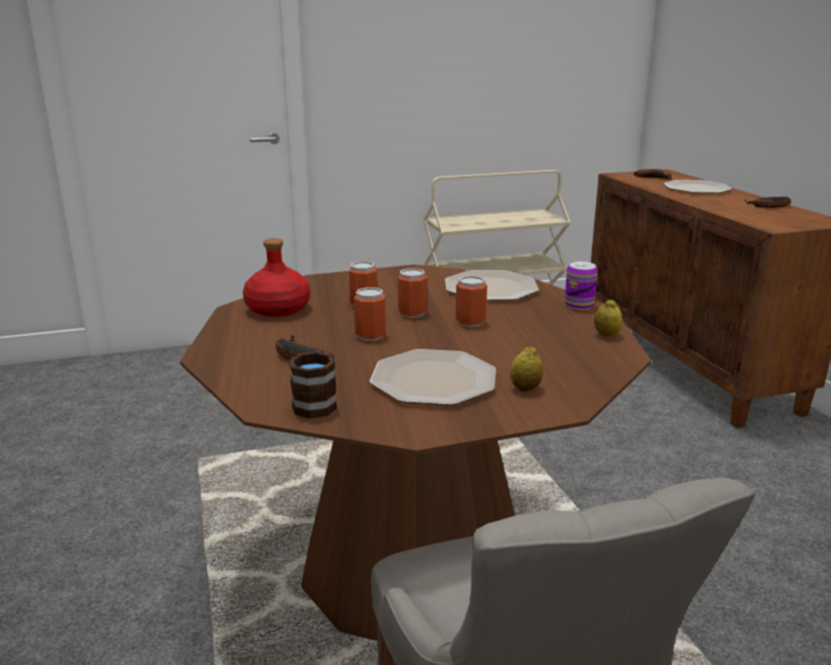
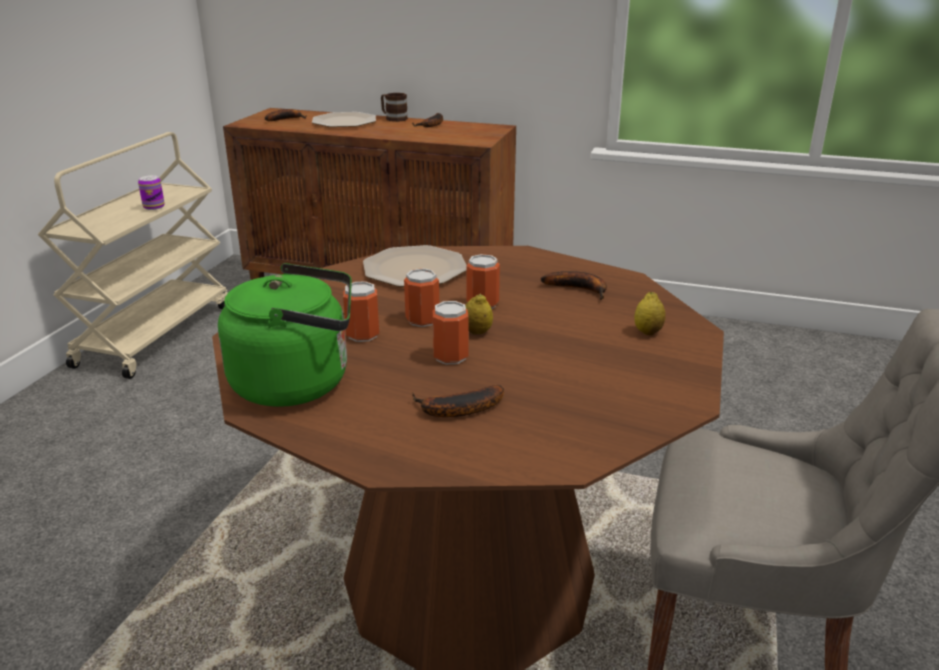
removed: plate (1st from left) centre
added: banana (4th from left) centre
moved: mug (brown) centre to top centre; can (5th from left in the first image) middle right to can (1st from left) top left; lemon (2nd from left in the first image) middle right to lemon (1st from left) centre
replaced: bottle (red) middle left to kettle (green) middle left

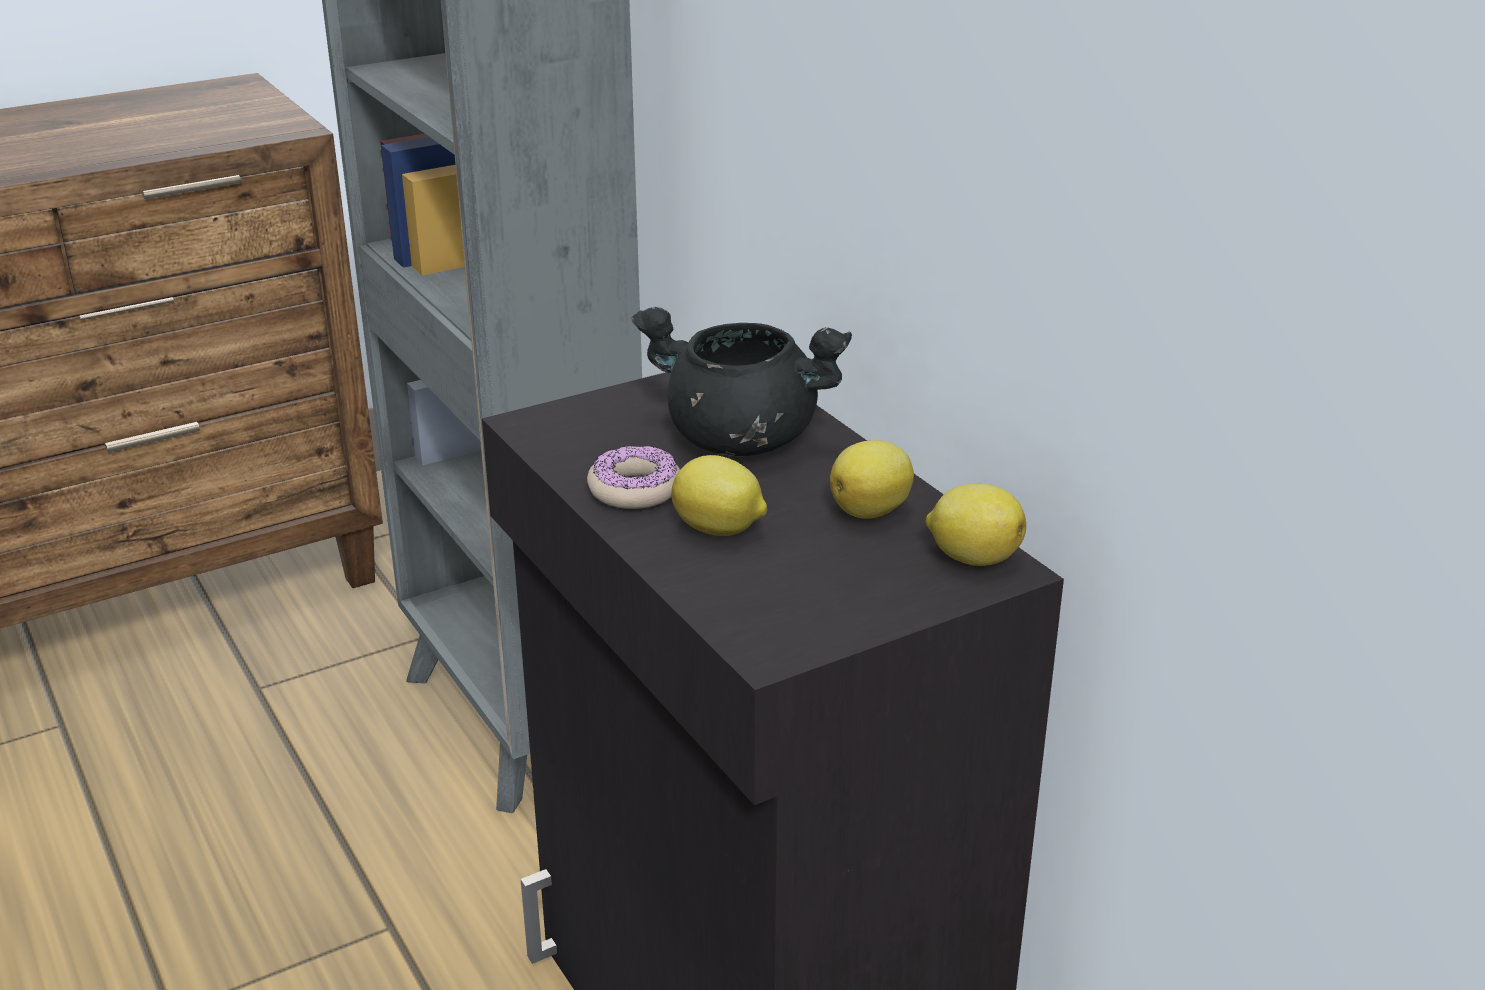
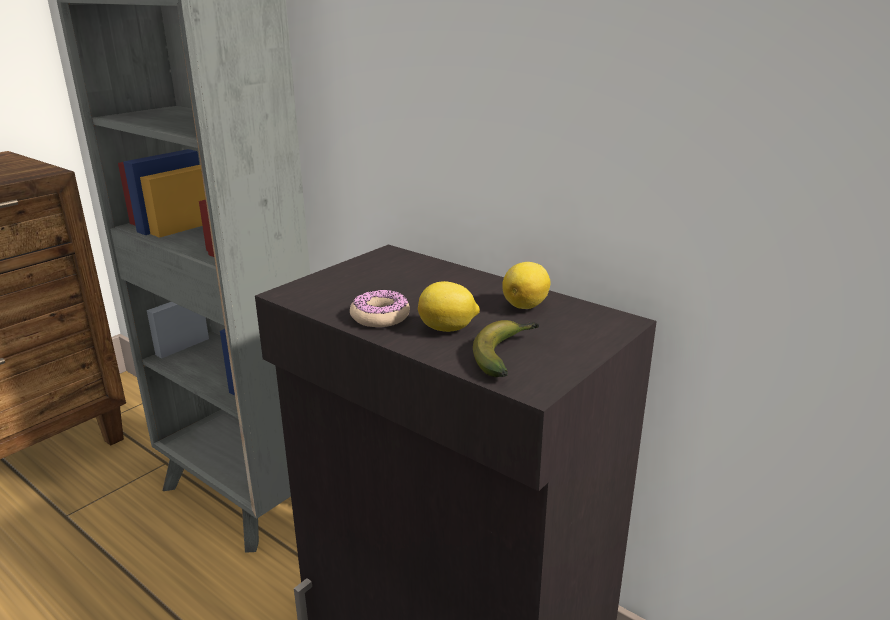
removed: cooking pot (black) centre; lemon (3rd from left) centre
added: banana centre

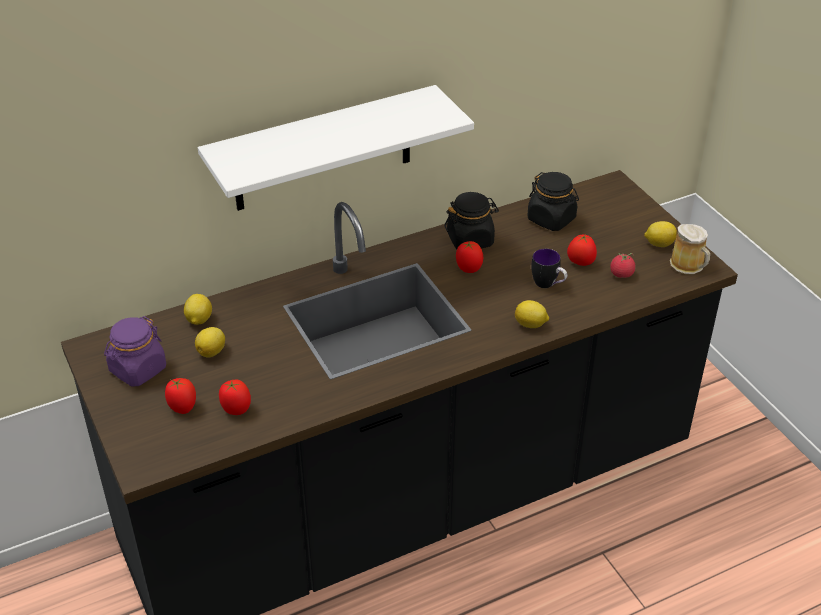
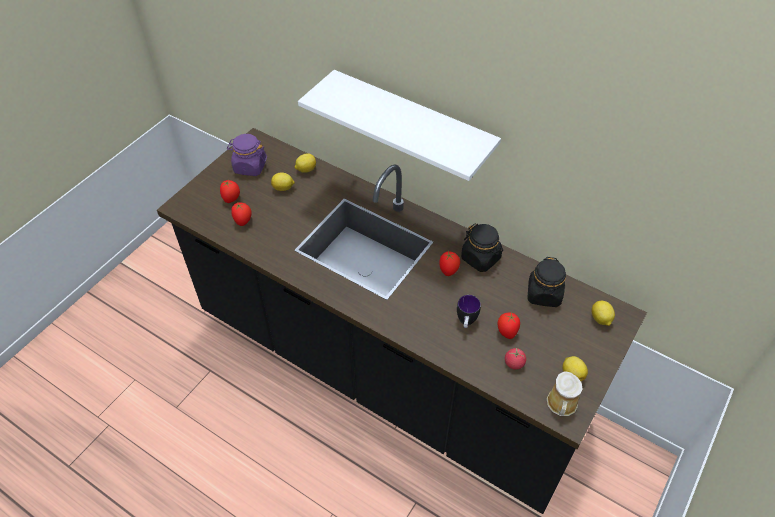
moved: lemon (3rd from left in the first image) centre to lemon (4th from left) middle right

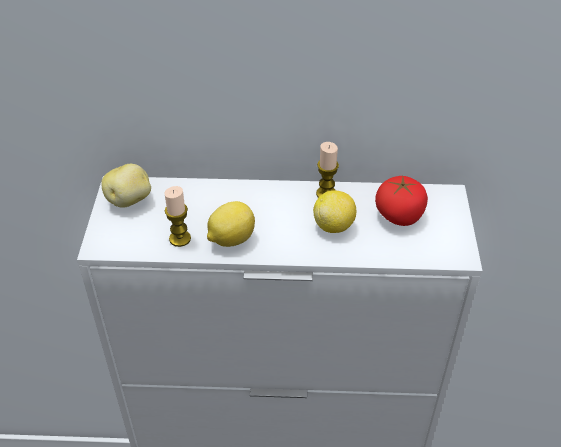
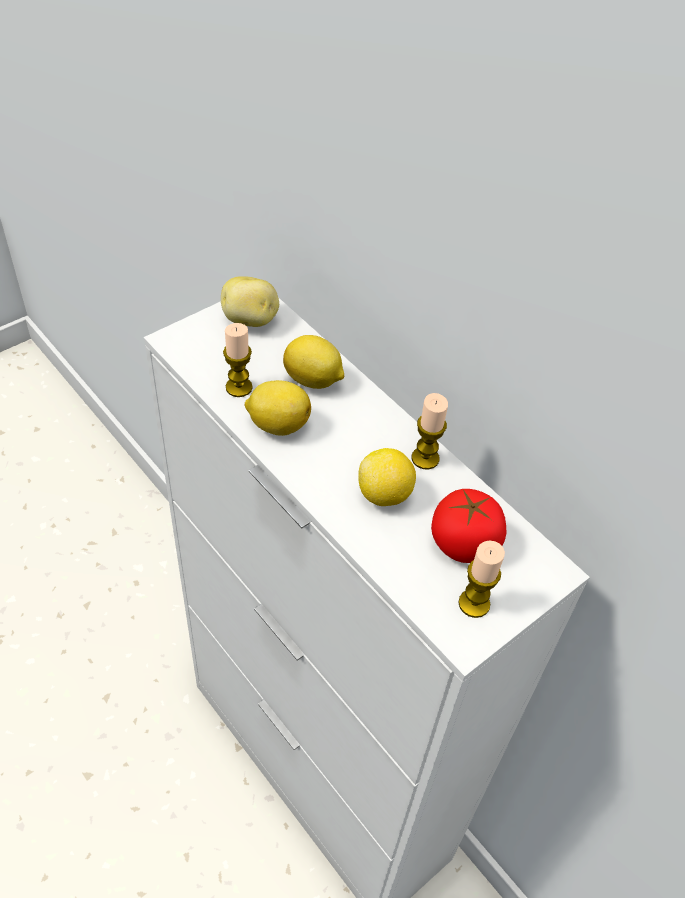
added: lemon (2nd from left) centre; candle (3rd from left) middle right

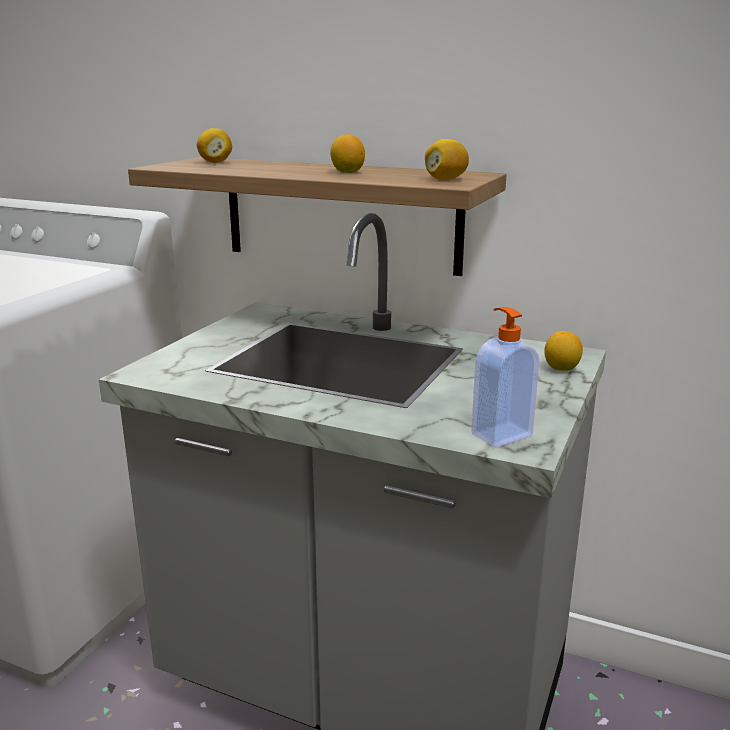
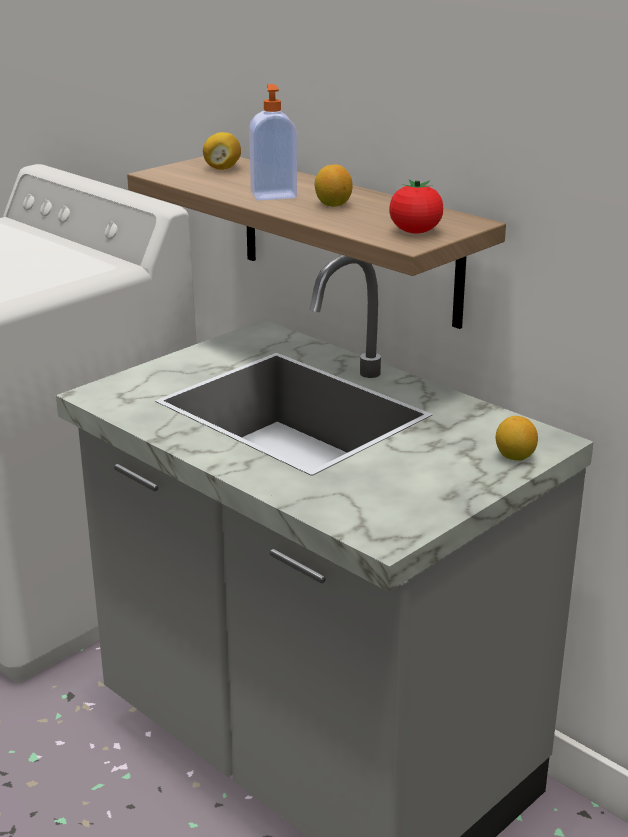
moved: soap dispenser middle right to top centre
replaced: lemon (3rd from left) top centre to tomato top centre

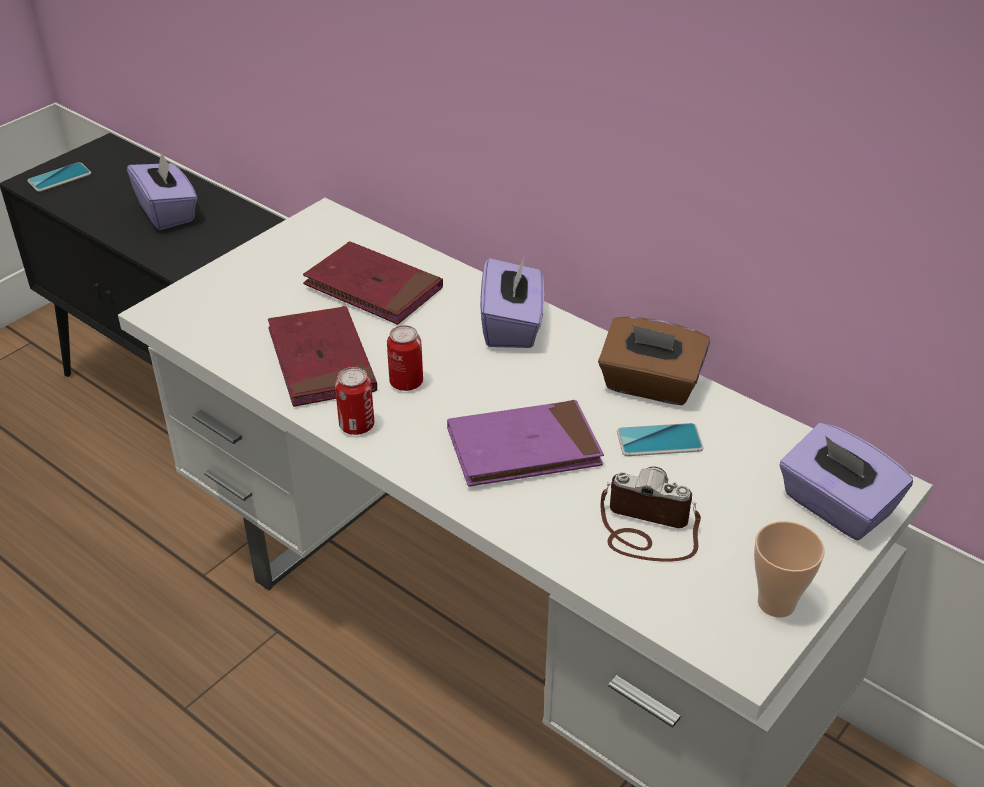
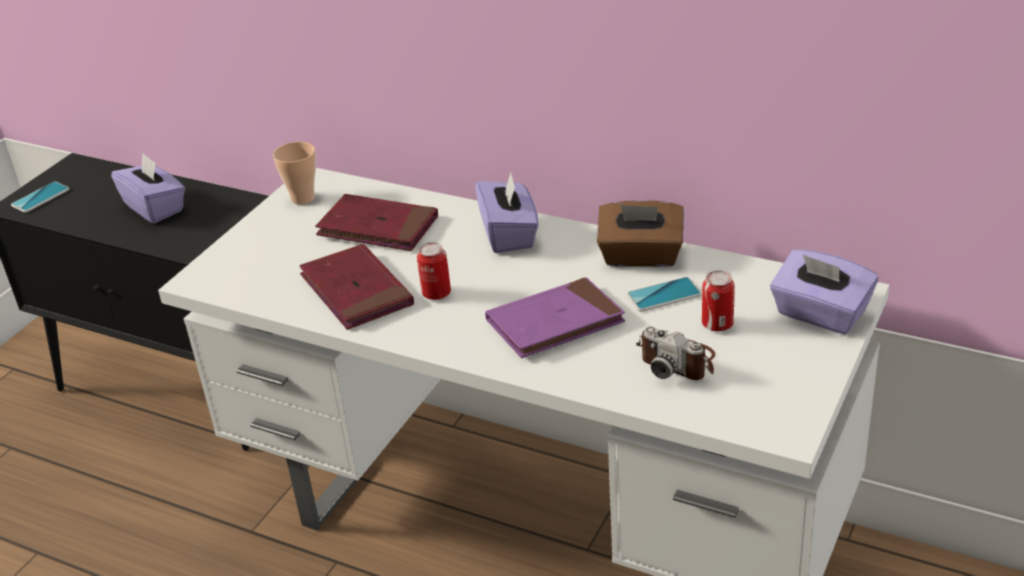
moved: can (1st from left in the first image) centre to can (2nd from left) middle right; cup bottom right to top left
turned: photo camera centre = centre 150 degrees counterclockwise

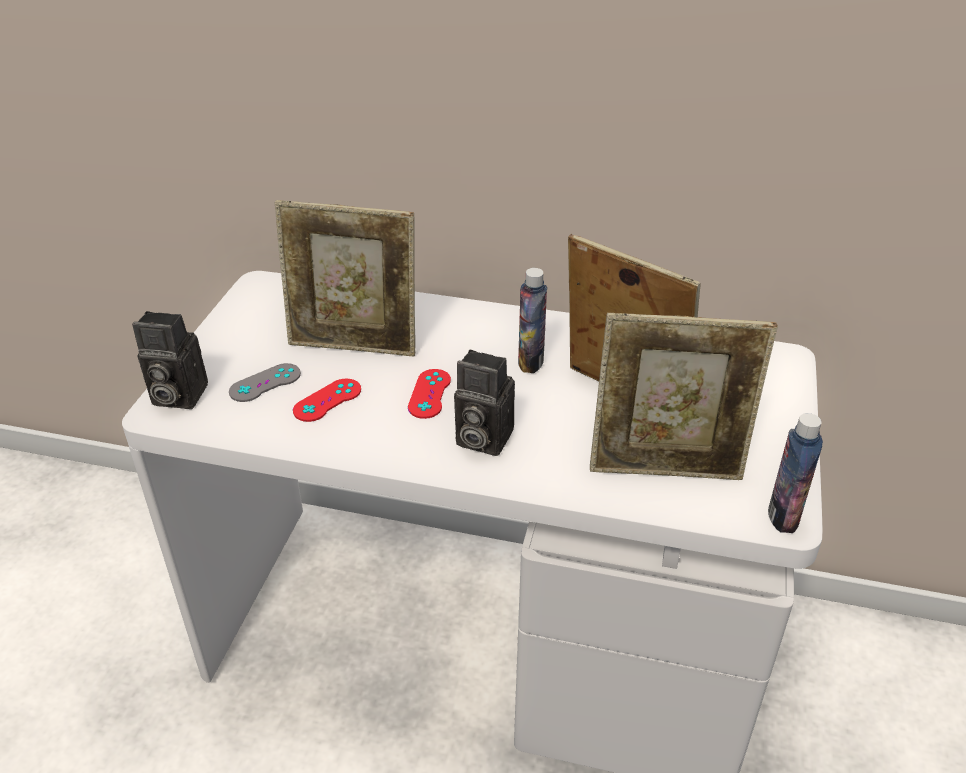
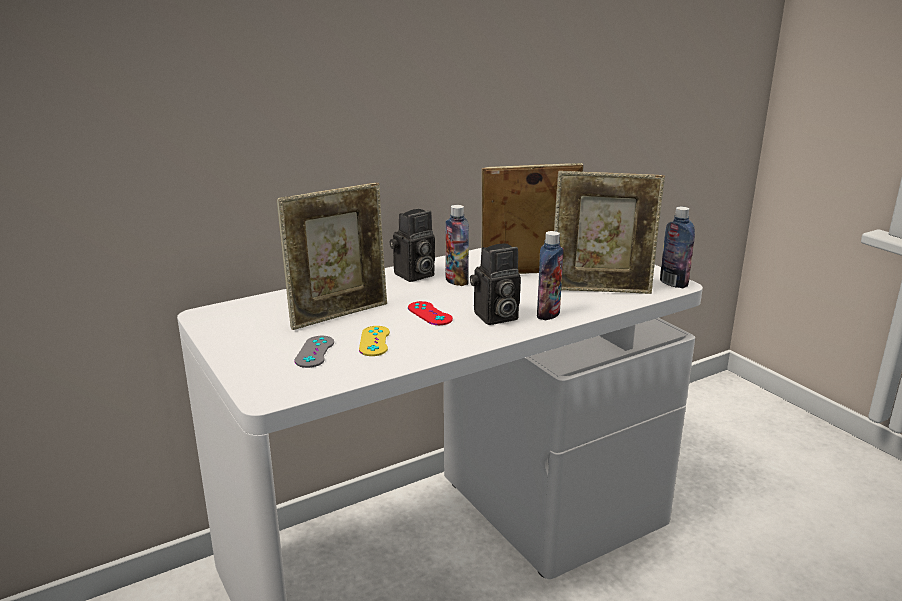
added: bottle (2nd from left) centre
moved: photo camera (1st from left) middle left to centre
recoloured: game controller (red) (1st from left) centre to game controller (yellow) centre
turned: picture frame (3rd from left) middle right = middle right 45 degrees clockwise

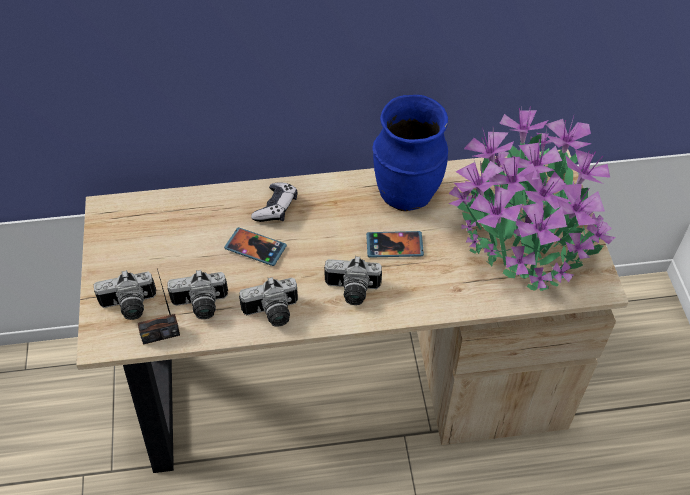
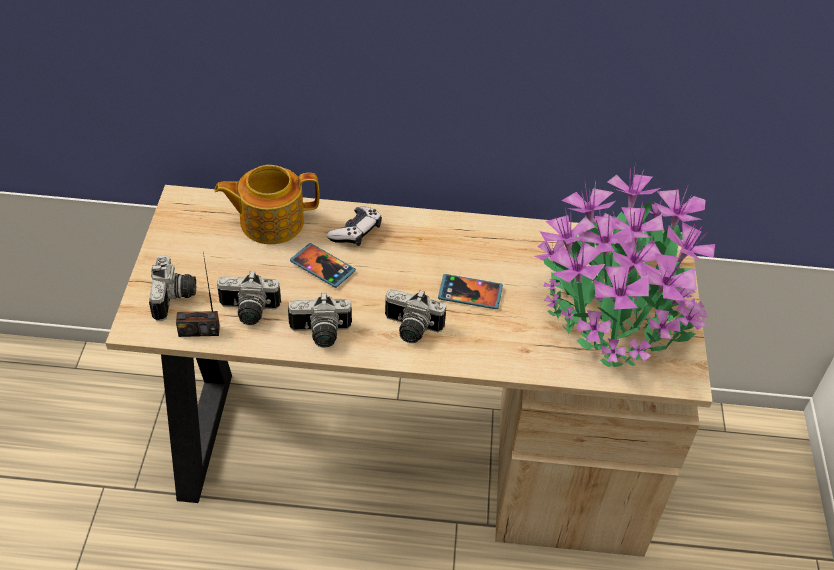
removed: vase (blue) top centre
added: teapot middle left
turned: photo camera (1st from left) middle left = middle left 90 degrees counterclockwise

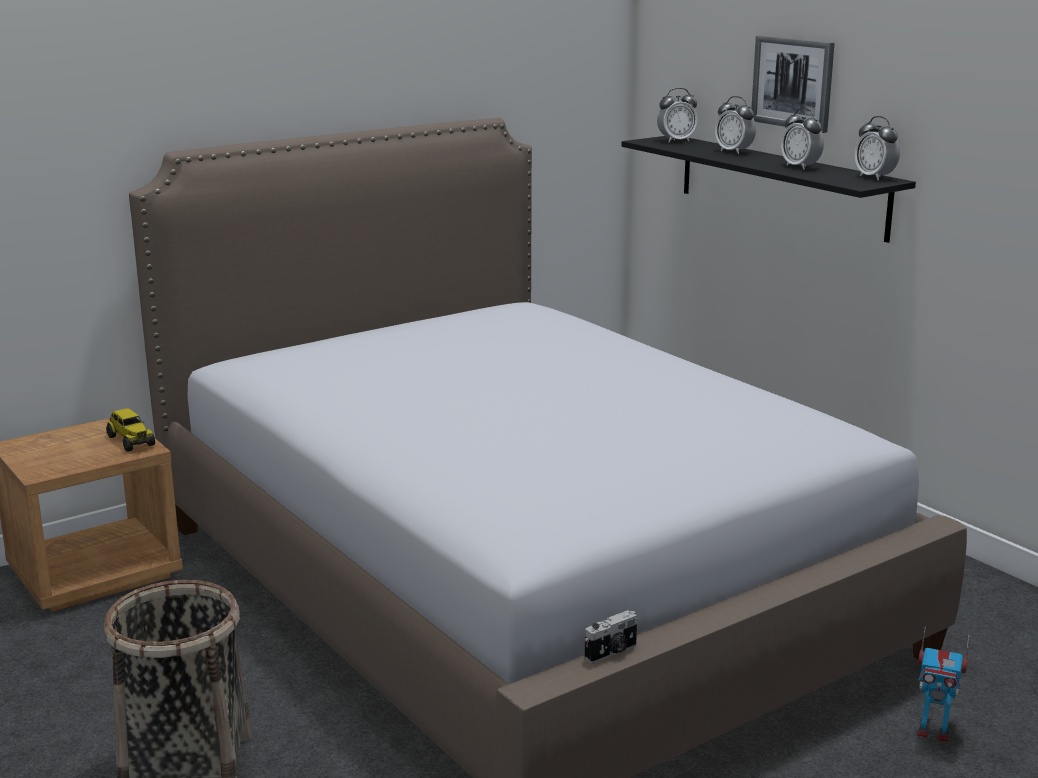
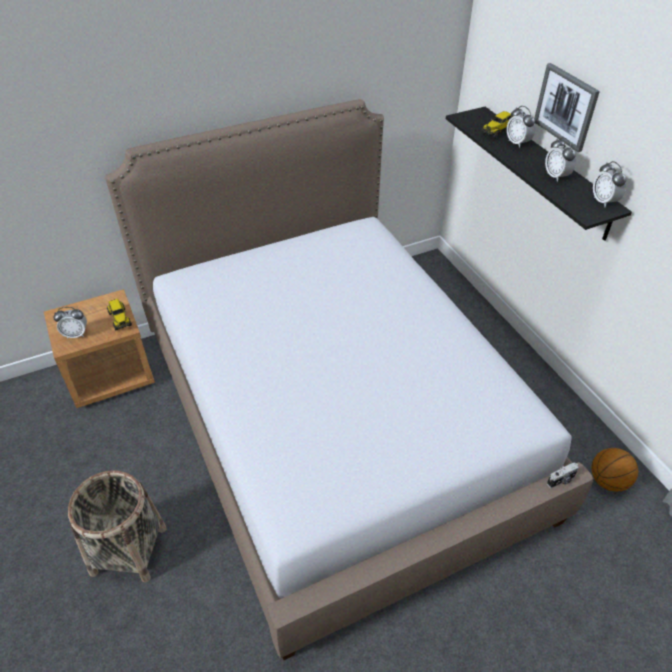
removed: toy robot bottom right
added: toy truck (2nd from left) top right; basketball bottom right
moved: photo camera bottom centre to bottom right; alarm clock (1st from left) top centre to middle left

